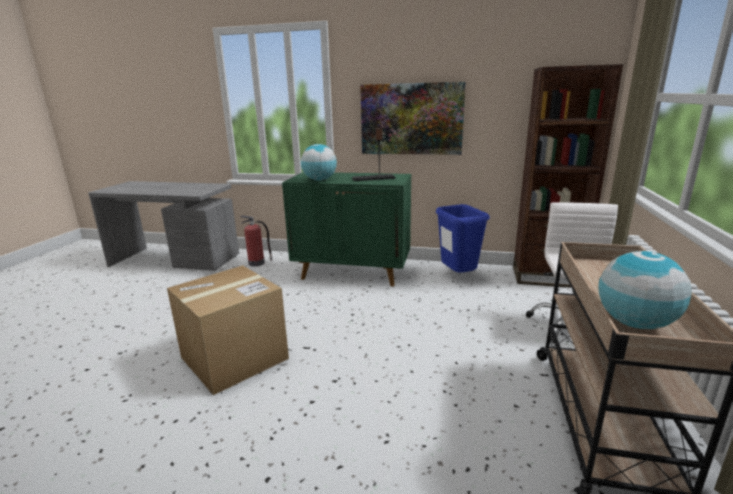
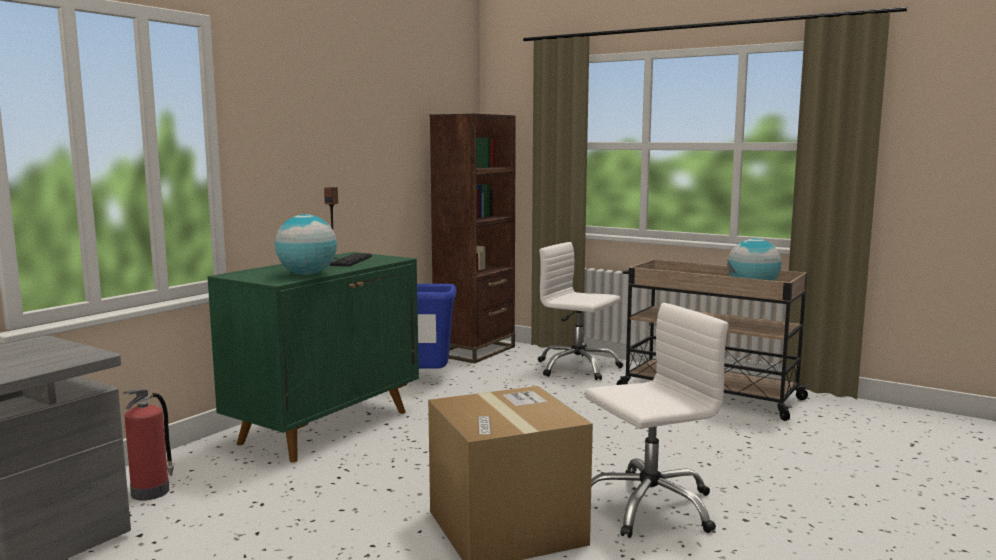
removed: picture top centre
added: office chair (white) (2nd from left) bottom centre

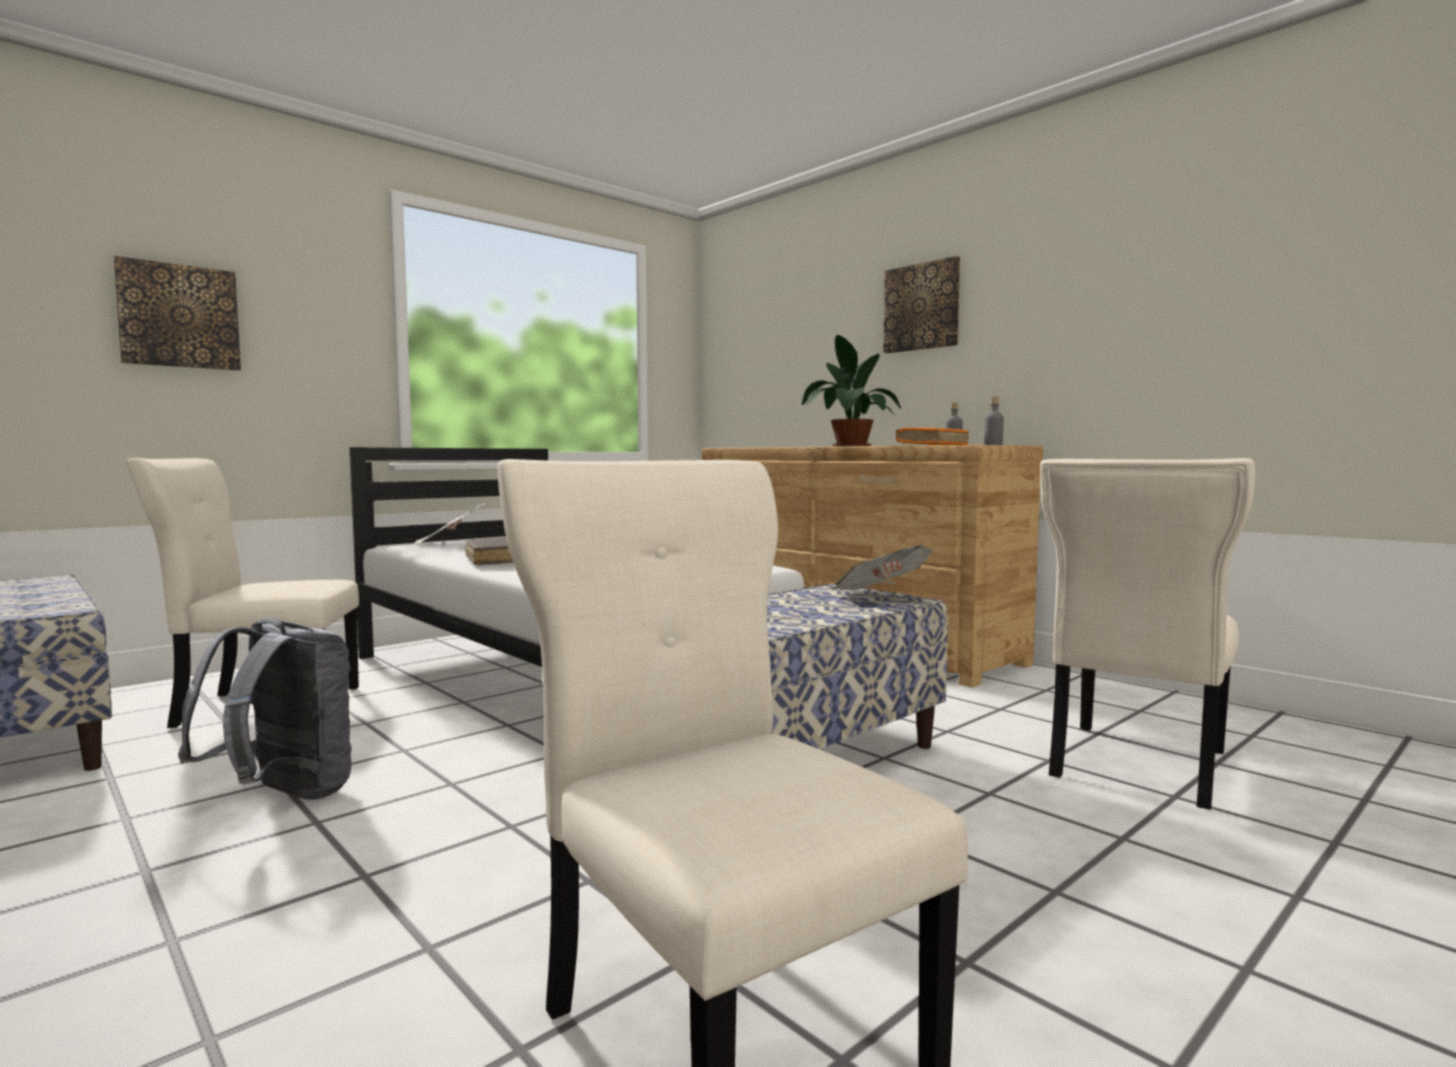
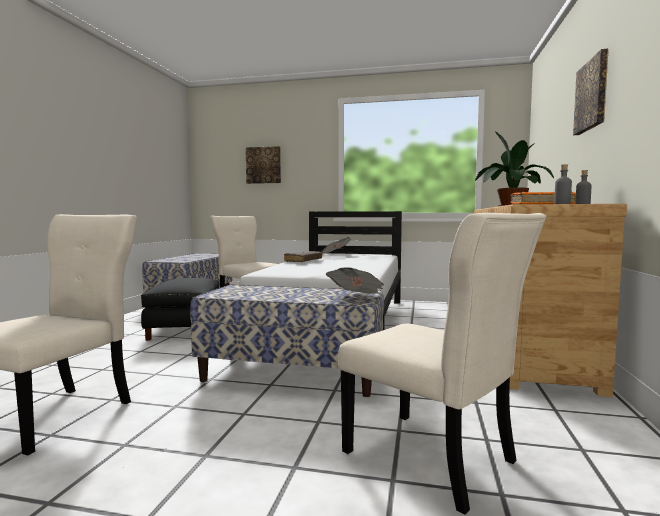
replaced: backpack (grey) middle left to ottoman (black) middle left
turned: chair (beige) (3rd from left) middle right = bottom right 135 degrees counterclockwise

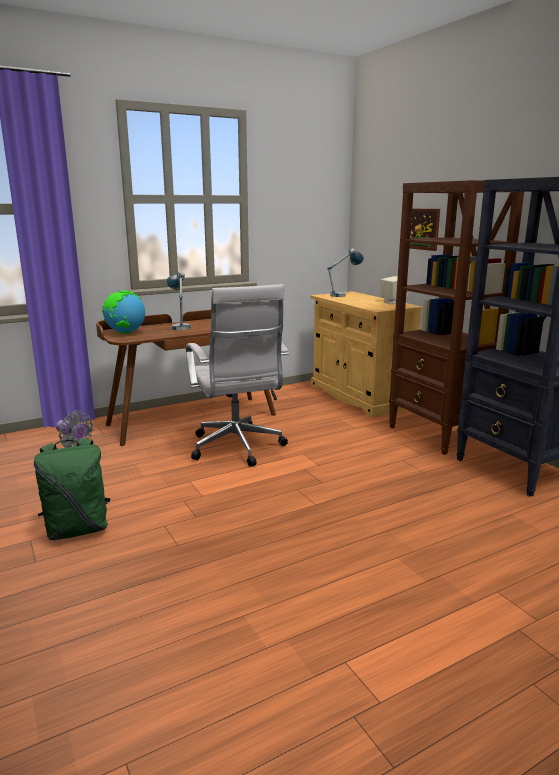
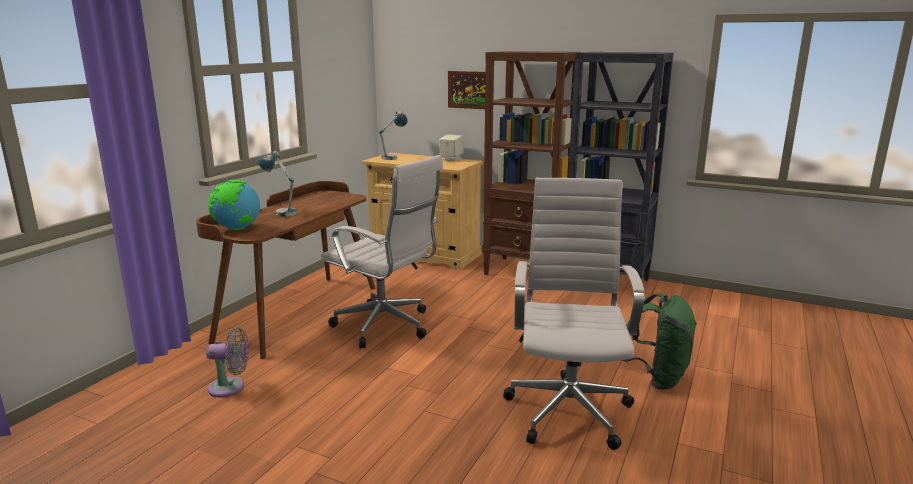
added: office chair (white) (2nd from left) centre
moved: backpack (green) middle left to bottom right

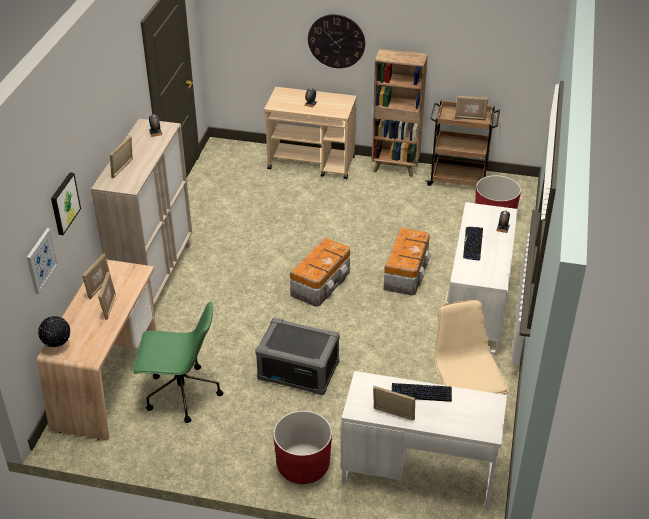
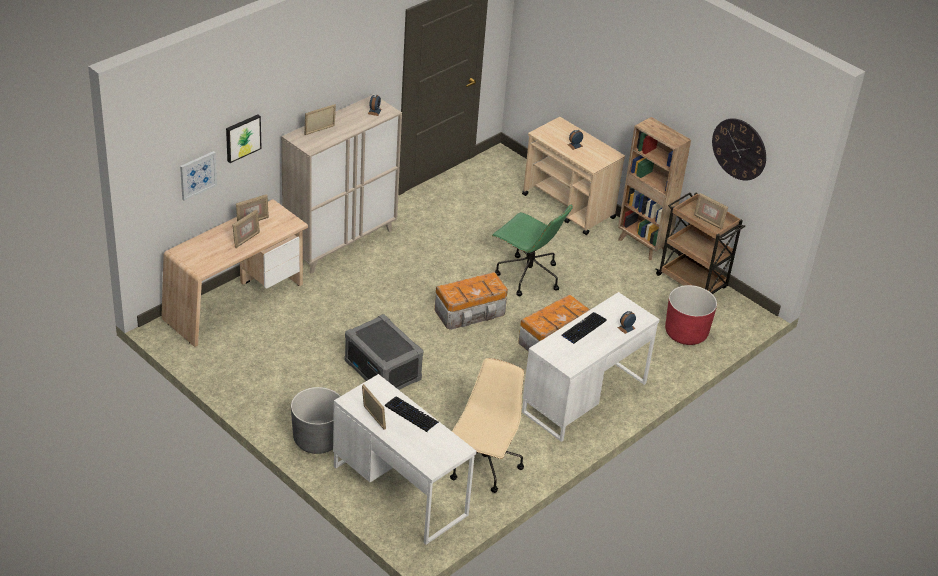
removed: globe middle left
moved: office chair (green) bottom left to centre; wall clock top centre to top right
recoloured: planter (red) (1st from left) bottom centre to planter (grey) bottom centre

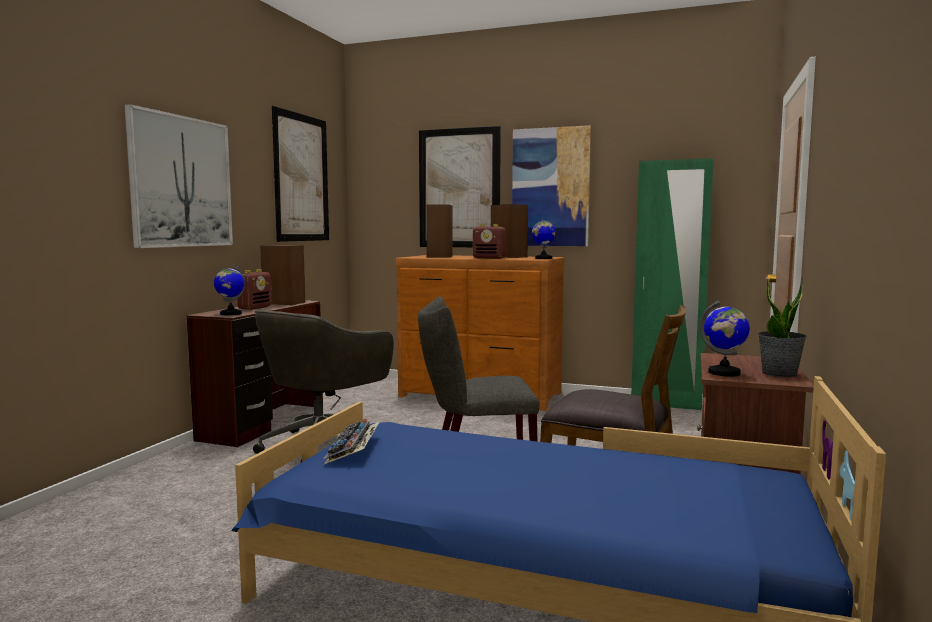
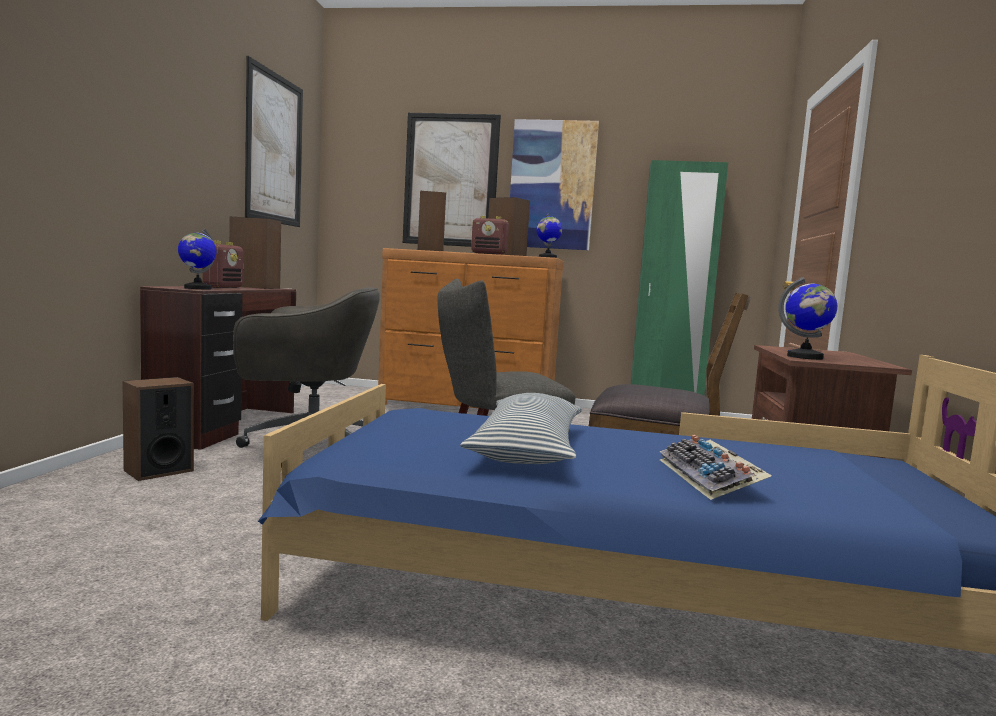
removed: picture (1st from left) top left; potted plant middle right
added: speaker (1st from left) middle left; pillow centre
moved: keyboard bottom centre to middle right
turned: office chair (grey) centre = middle left 120 degrees counterclockwise

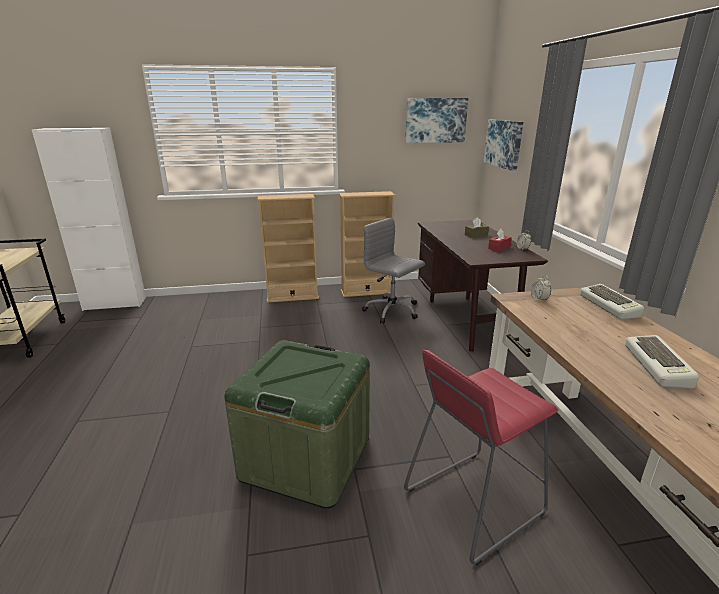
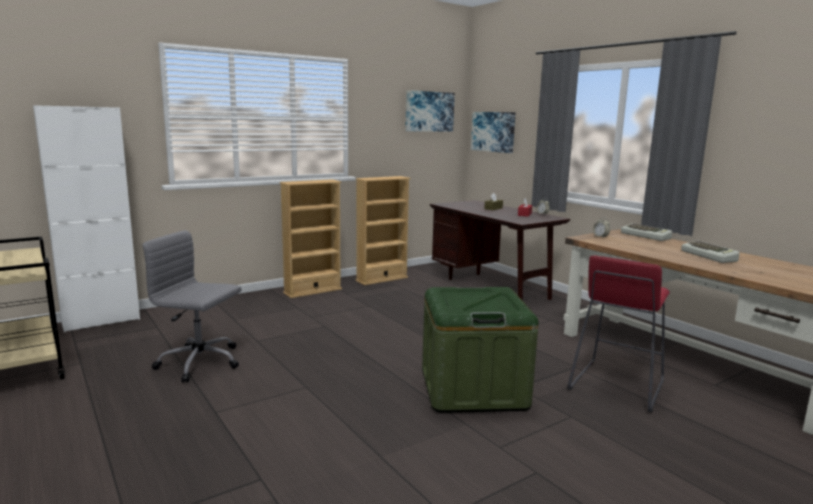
moved: office chair (grey) centre to middle left

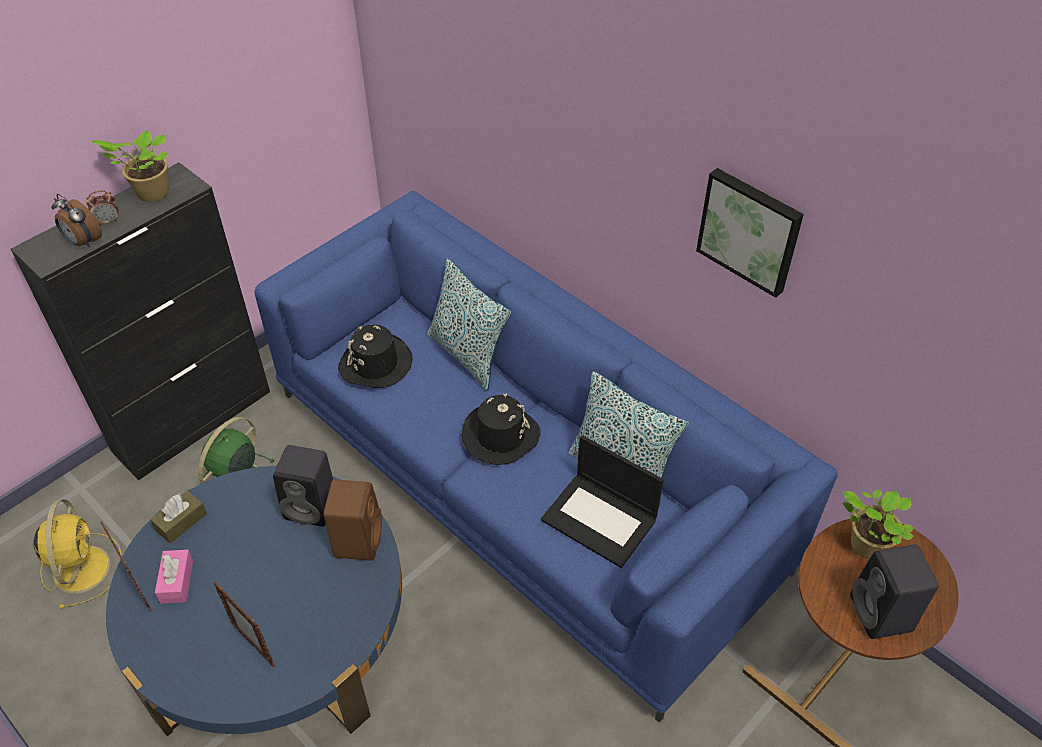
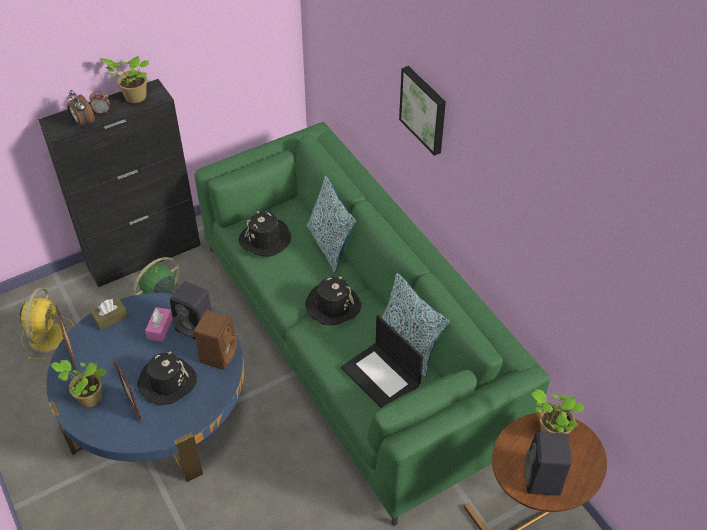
added: potted plant (1st from left) bottom left; hat (black) (1st from left) bottom left
moved: tissue box (pink) bottom left to middle left; picture top right to top centre
recoloured: sofa (blue) centre to sofa (green) centre

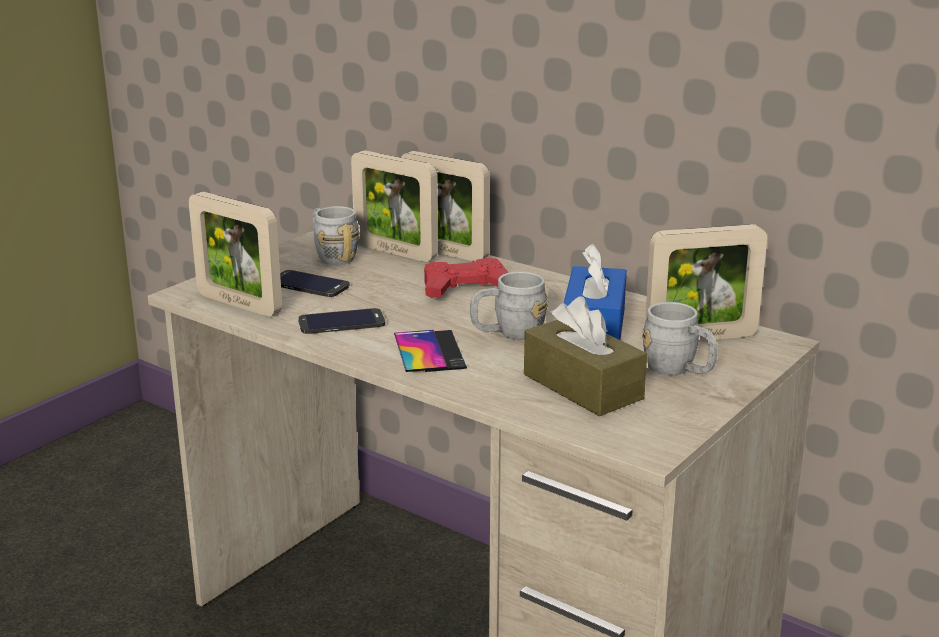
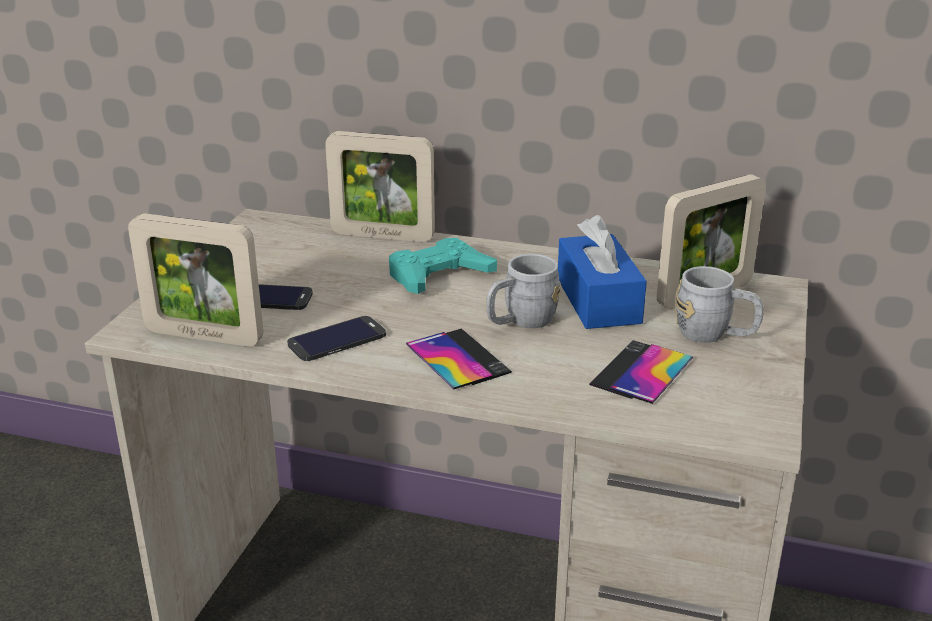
removed: mug (grey) (1st from left) centre; picture frame (2nd from left) top centre
replaced: tissue box (brown) centre to phone (4th from left) middle right
recoloured: game controller (red) centre to game controller (turquoise) centre

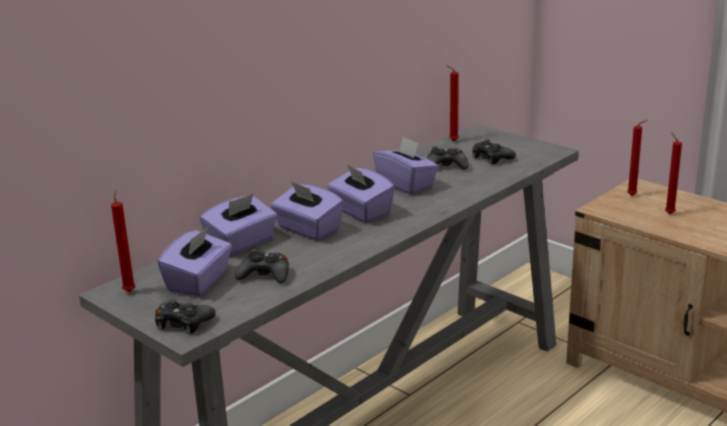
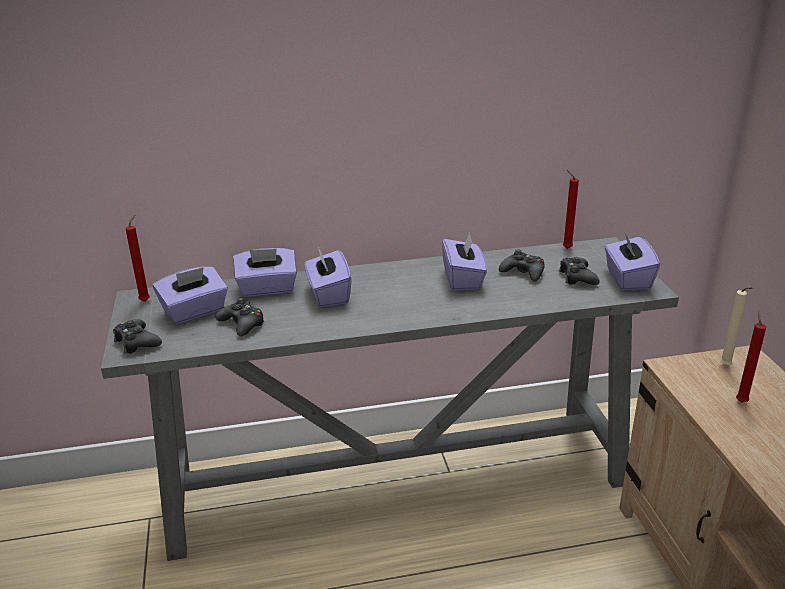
moved: tissue box (purple) (4th from left in the first image) centre to tissue box (purple) (5th from left) middle right
recoloured: candle (red) (3rd from left) middle right to candle (beige) middle right

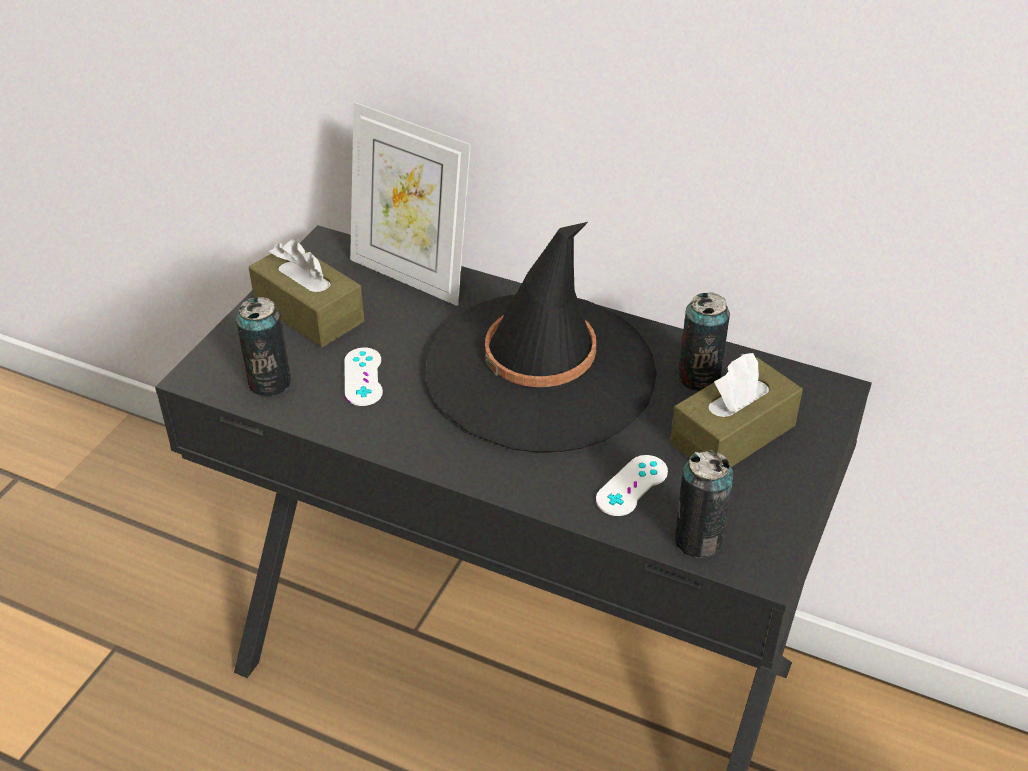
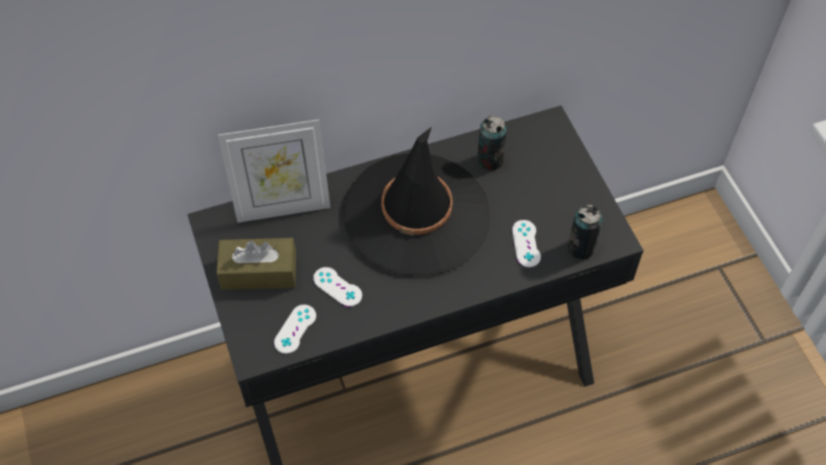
removed: tissue box (brown) (2nd from left) middle right
replaced: can (1st from left) middle left to game controller (white) (1st from left) bottom centre

